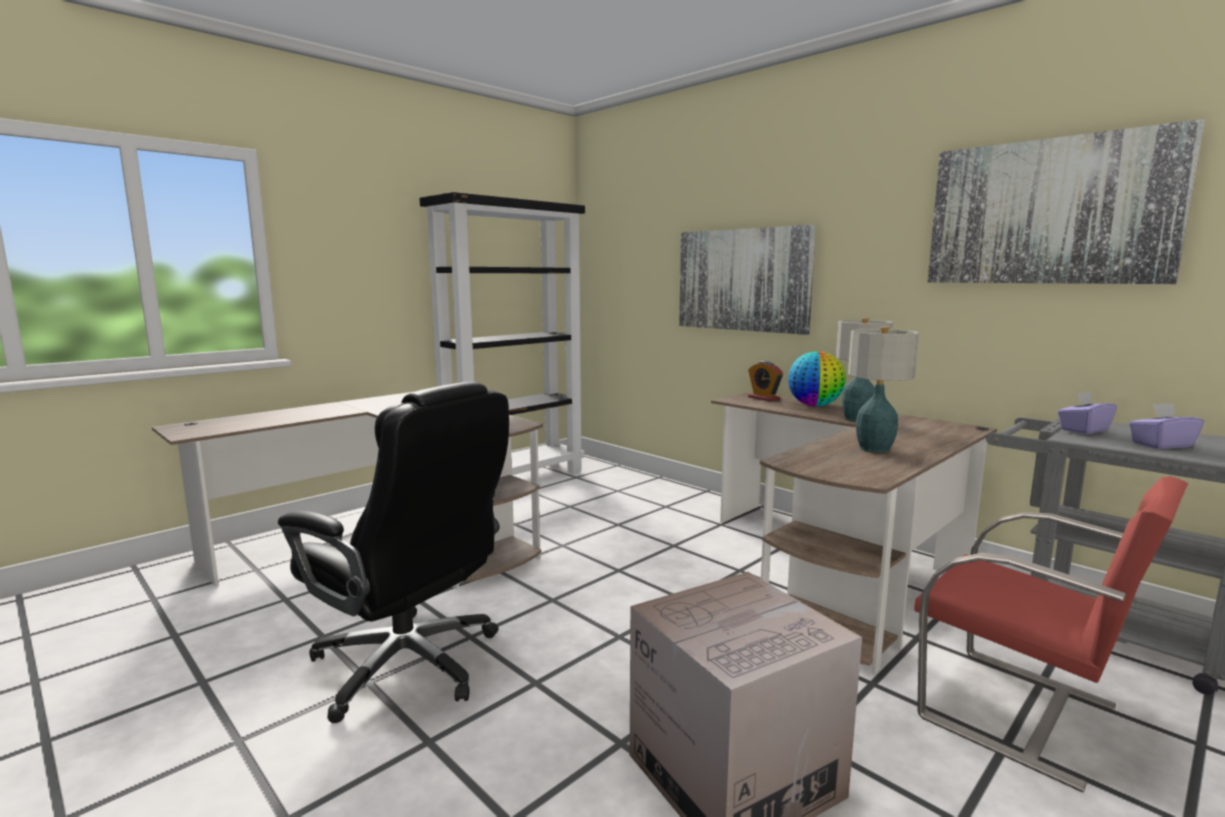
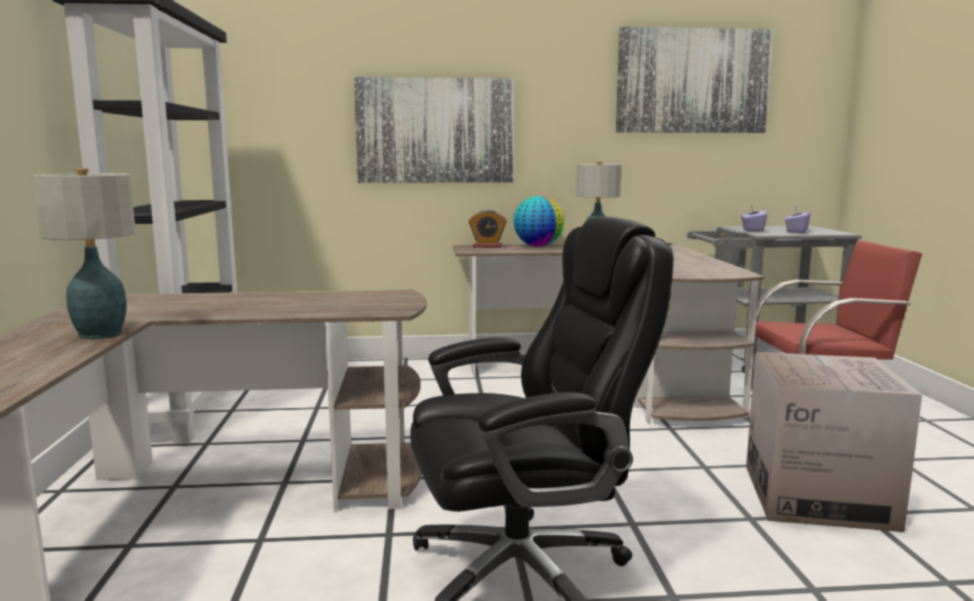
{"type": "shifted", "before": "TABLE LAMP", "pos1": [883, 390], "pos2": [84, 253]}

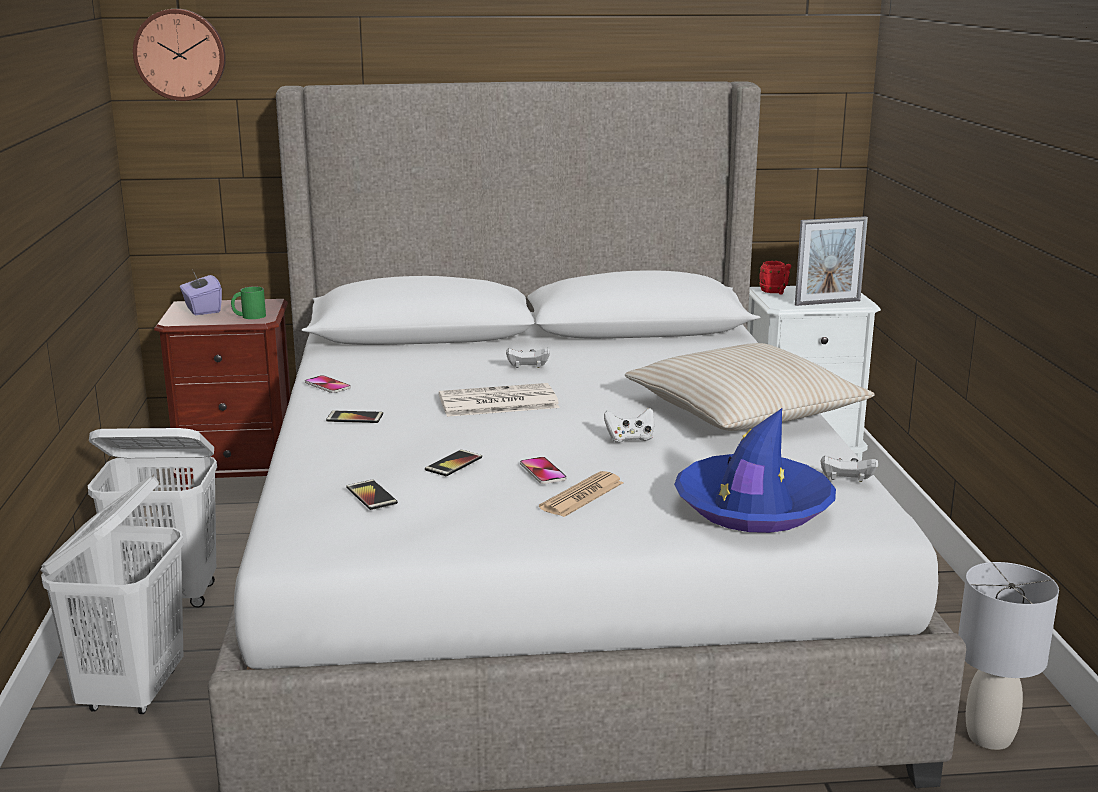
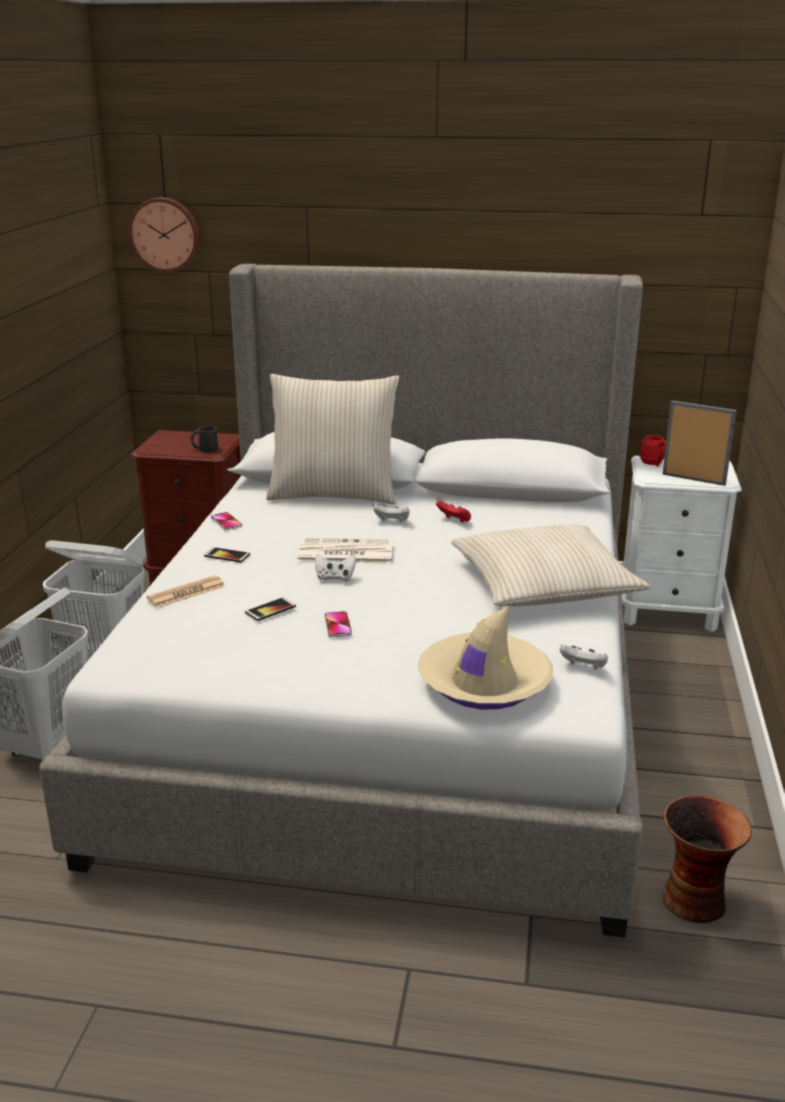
{"type": "rotated", "before": "PICTURE FRAME", "pos1": [831, 261], "pos2": [699, 443], "turn": -150}
{"type": "gone", "before": "PURPLE TISSUE BOX", "pos1": [201, 294]}
{"type": "repainted", "before": "GREEN MUG", "after": "BLACK MUG", "pos1": [248, 302], "pos2": [204, 439]}
{"type": "shifted", "before": "WHITE GAME CONTROLLER", "pos1": [629, 425], "pos2": [335, 567]}
{"type": "repainted", "before": "BLUE HAT", "after": "BEIGE HAT", "pos1": [755, 470], "pos2": [485, 657]}
{"type": "shifted", "before": "NEWSPAPER", "pos1": [581, 494], "pos2": [186, 592]}
{"type": "gone", "before": "PHONE", "pos1": [372, 494]}
{"type": "swapped", "before": "GREY TABLE LAMP", "after": "VASE", "pos1": [1008, 656], "pos2": [707, 859]}
{"type": "new", "after": "BEIGE PILLOW", "pos2": [332, 439]}
{"type": "new", "after": "RED GAME CONTROLLER", "pos2": [453, 511]}

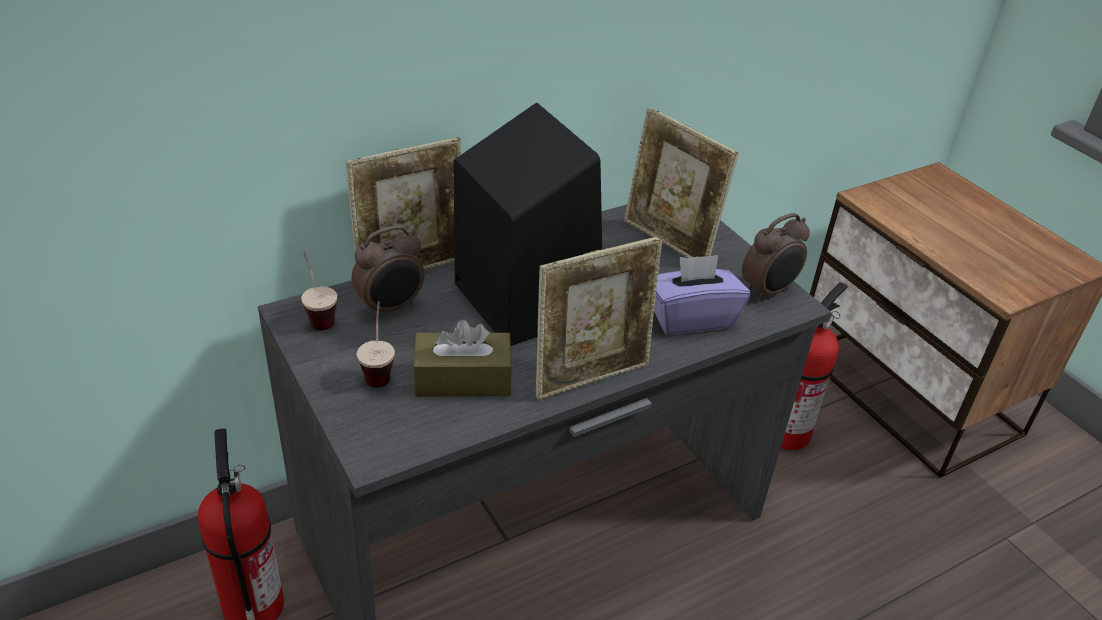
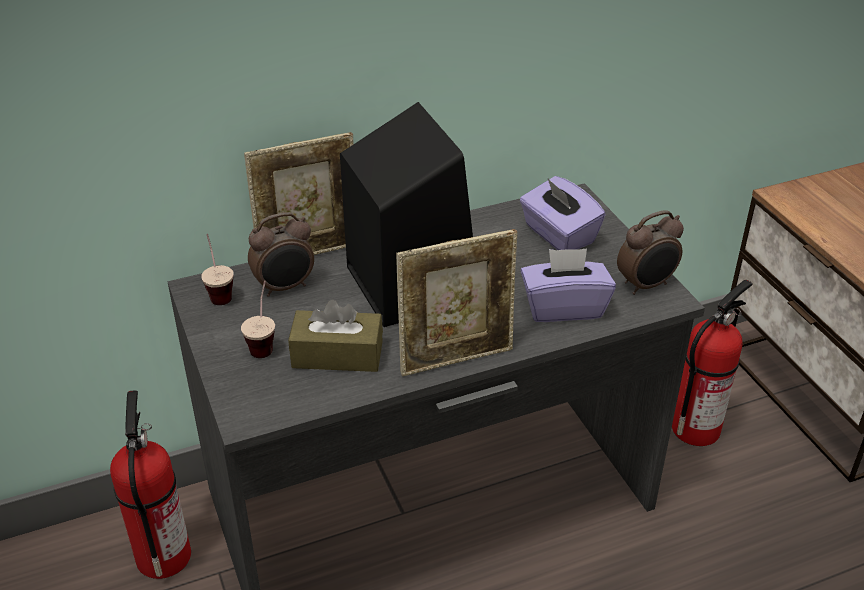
{"type": "swapped", "before": "PICTURE FRAME", "after": "PURPLE TISSUE BOX", "pos1": [681, 182], "pos2": [563, 213]}

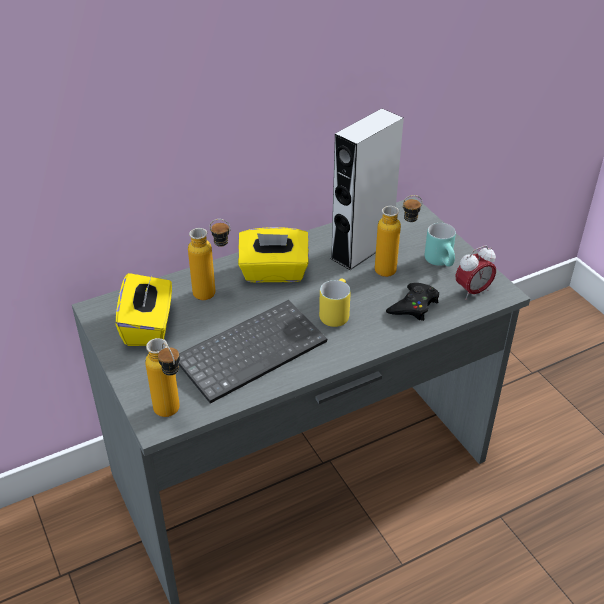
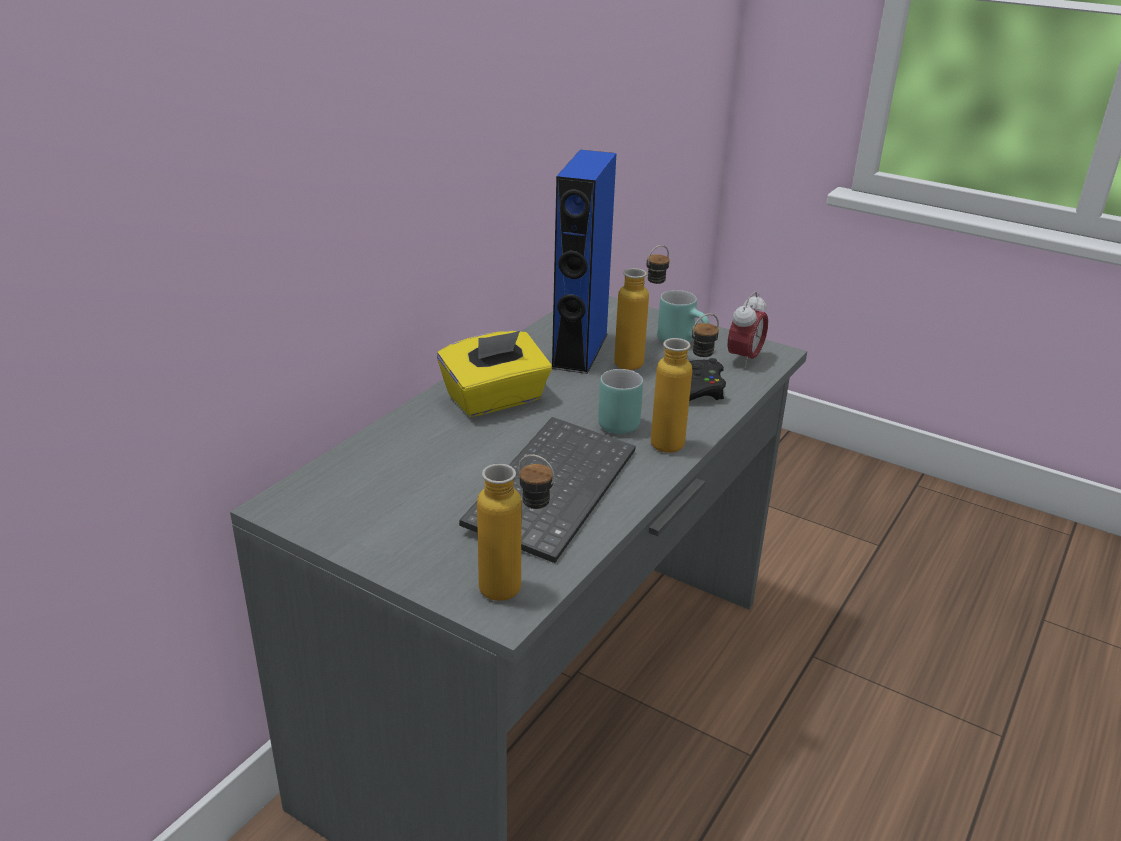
{"type": "repainted", "before": "GREY SPEAKER", "after": "BLUE SPEAKER", "pos1": [367, 189], "pos2": [584, 262]}
{"type": "shifted", "before": "BOTTLE", "pos1": [209, 259], "pos2": [685, 383]}
{"type": "gone", "before": "YELLOW TISSUE BOX", "pos1": [144, 309]}
{"type": "repainted", "before": "YELLOW MUG", "after": "TURQUOISE MUG", "pos1": [335, 302], "pos2": [620, 401]}

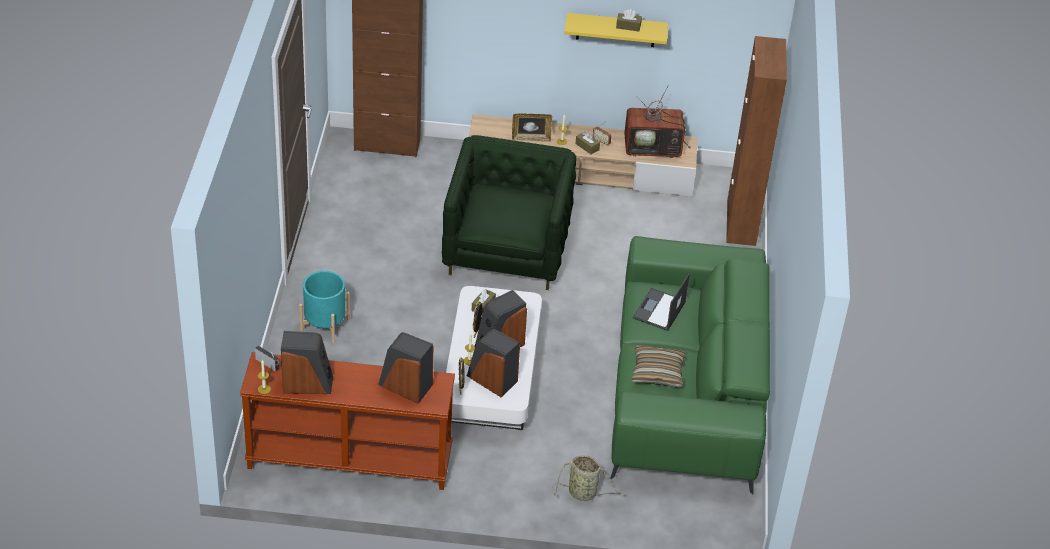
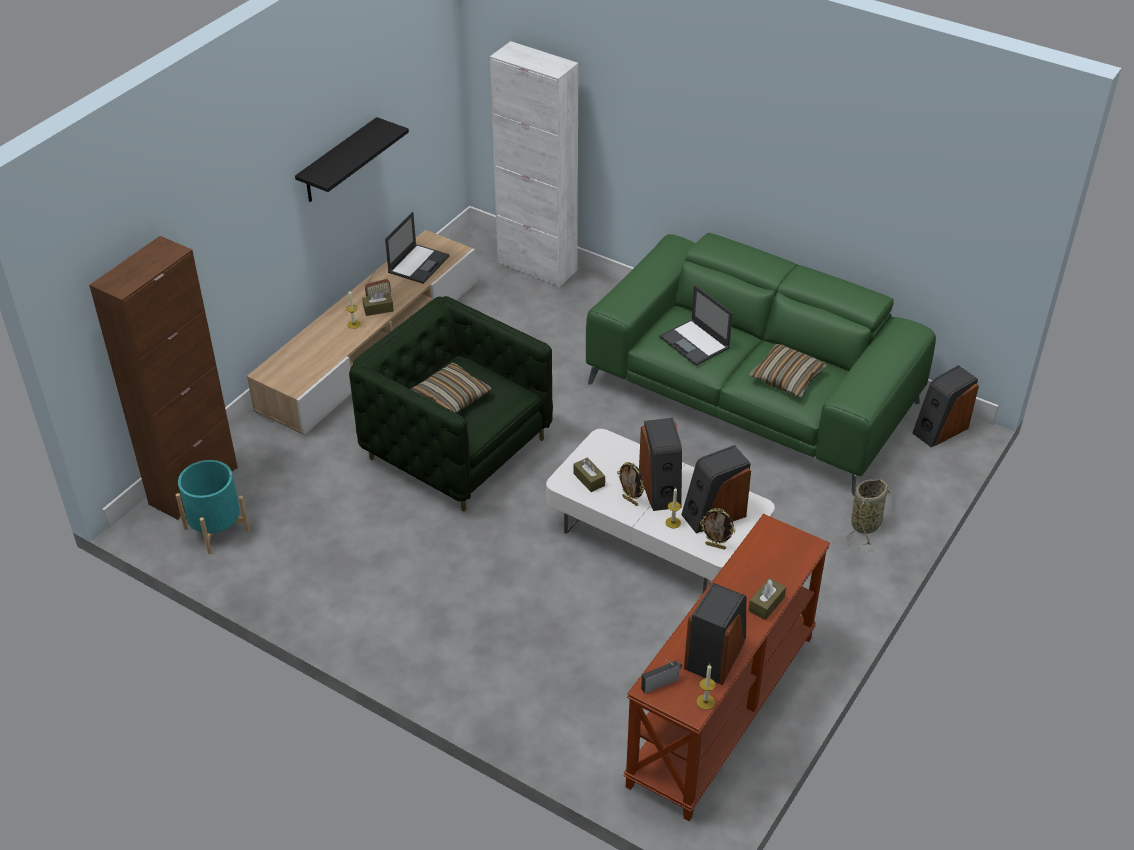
{"type": "shifted", "before": "BROWN TISSUE BOX", "pos1": [629, 20], "pos2": [767, 599]}
{"type": "repainted", "before": "YELLOW SHELF", "after": "BLACK SHELF", "pos1": [616, 30], "pos2": [352, 159]}
{"type": "repainted", "before": "BROWN CABINET", "after": "WHITE CABINET", "pos1": [756, 141], "pos2": [534, 164]}
{"type": "swapped", "before": "TELEVISION", "after": "LAPTOP", "pos1": [657, 121], "pos2": [417, 248]}
{"type": "gone", "before": "PICTURE FRAME", "pos1": [532, 128]}
{"type": "shifted", "before": "TURQUOISE PLANTER", "pos1": [324, 307], "pos2": [213, 507]}
{"type": "shifted", "before": "SPEAKER", "pos1": [406, 368], "pos2": [945, 406]}
{"type": "new", "after": "PILLOW", "pos2": [450, 387]}

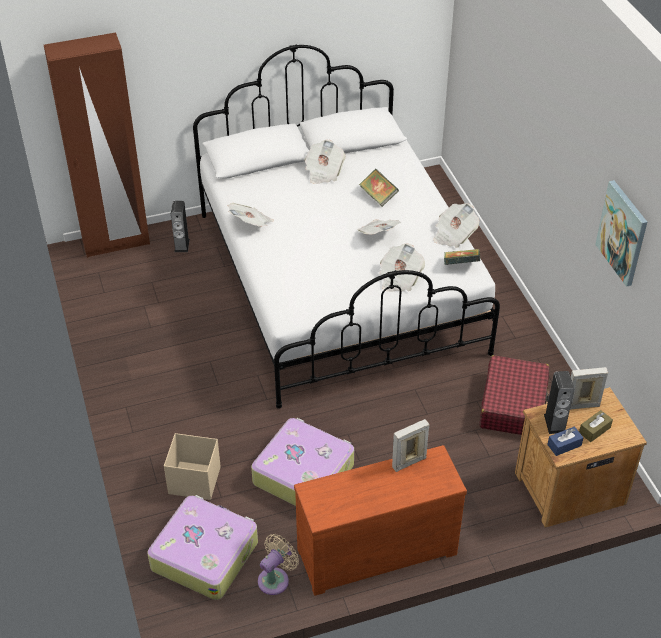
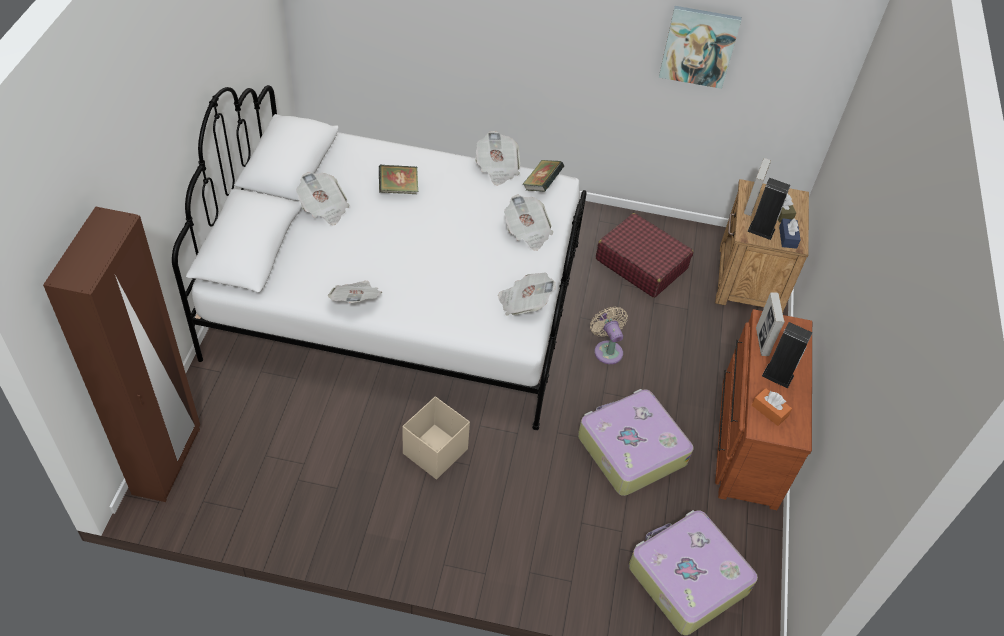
{"type": "shifted", "before": "SPEAKER", "pos1": [180, 226], "pos2": [787, 355]}
{"type": "shifted", "before": "NEWSPAPER", "pos1": [379, 226], "pos2": [527, 294]}
{"type": "shifted", "before": "BEIGE STORAGE BOX", "pos1": [192, 466], "pos2": [436, 438]}
{"type": "shifted", "before": "BEIGE FAN", "pos1": [278, 564], "pos2": [609, 335]}
{"type": "new", "after": "ORANGE TISSUE BOX", "pos2": [772, 407]}

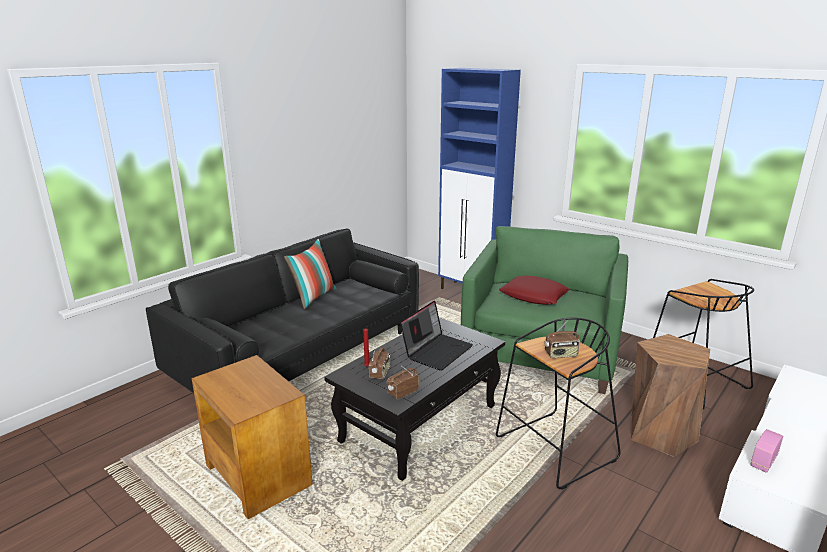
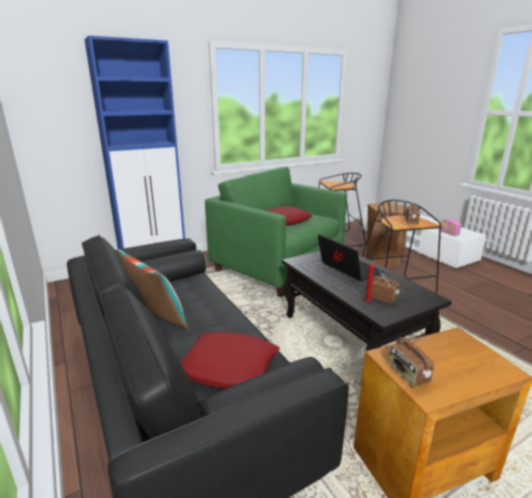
{"type": "shifted", "before": "RADIO", "pos1": [403, 383], "pos2": [411, 362]}
{"type": "new", "after": "RED PILLOW", "pos2": [230, 360]}

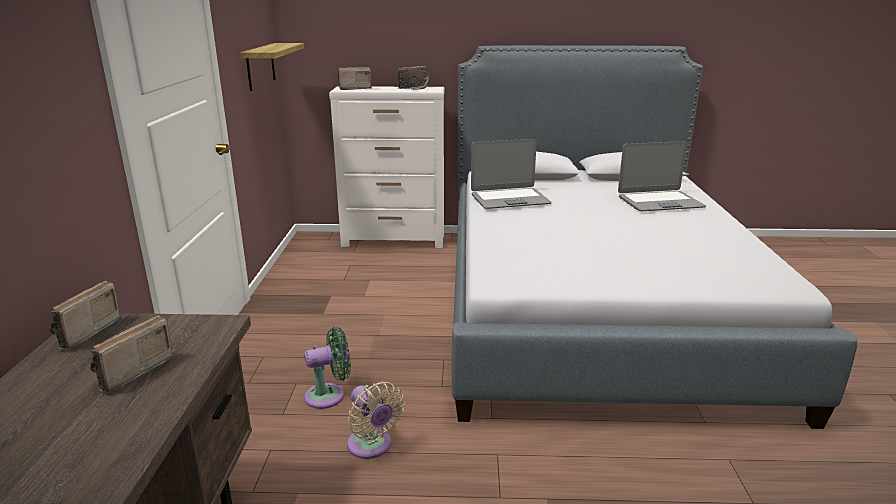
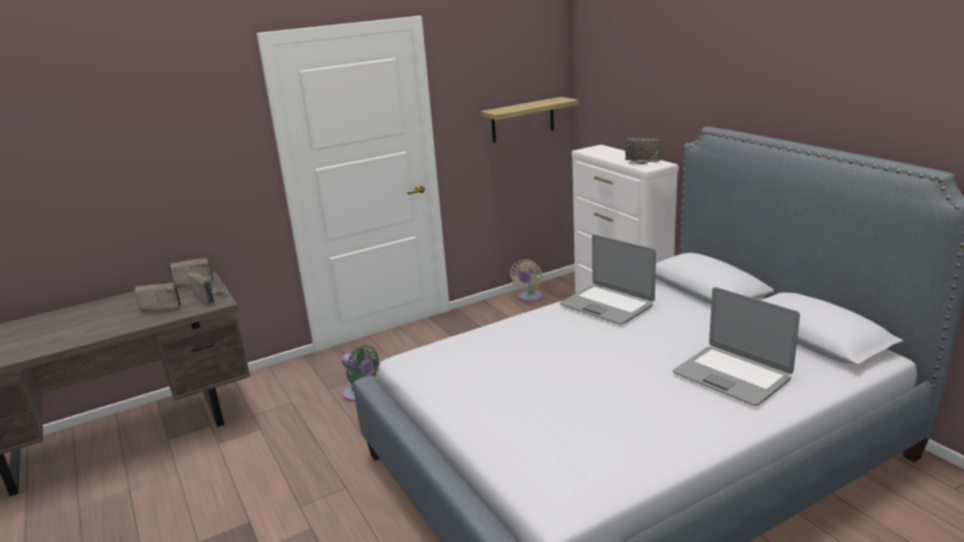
{"type": "shifted", "before": "RADIO", "pos1": [355, 78], "pos2": [208, 287]}
{"type": "shifted", "before": "BEIGE FAN", "pos1": [376, 420], "pos2": [526, 280]}

